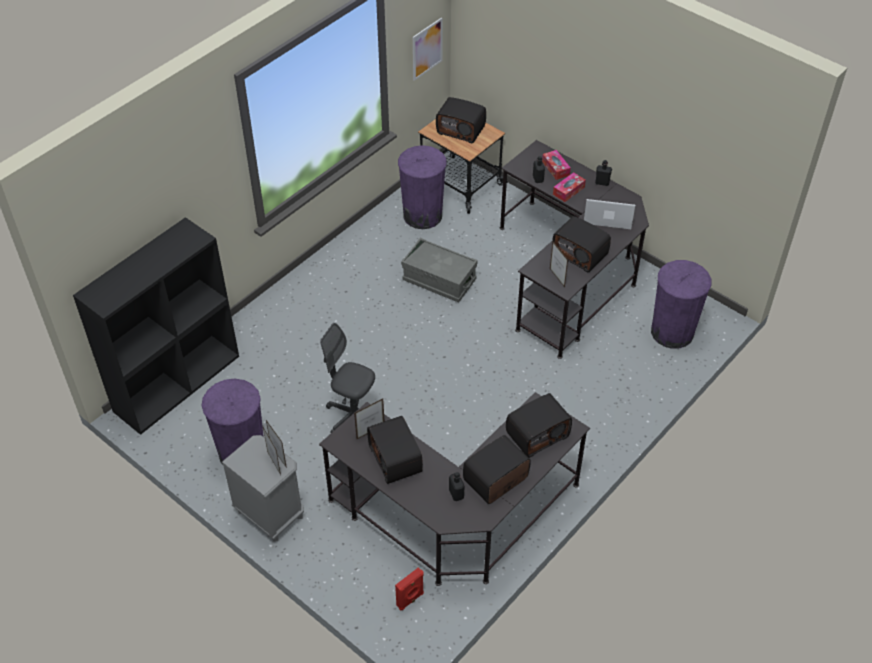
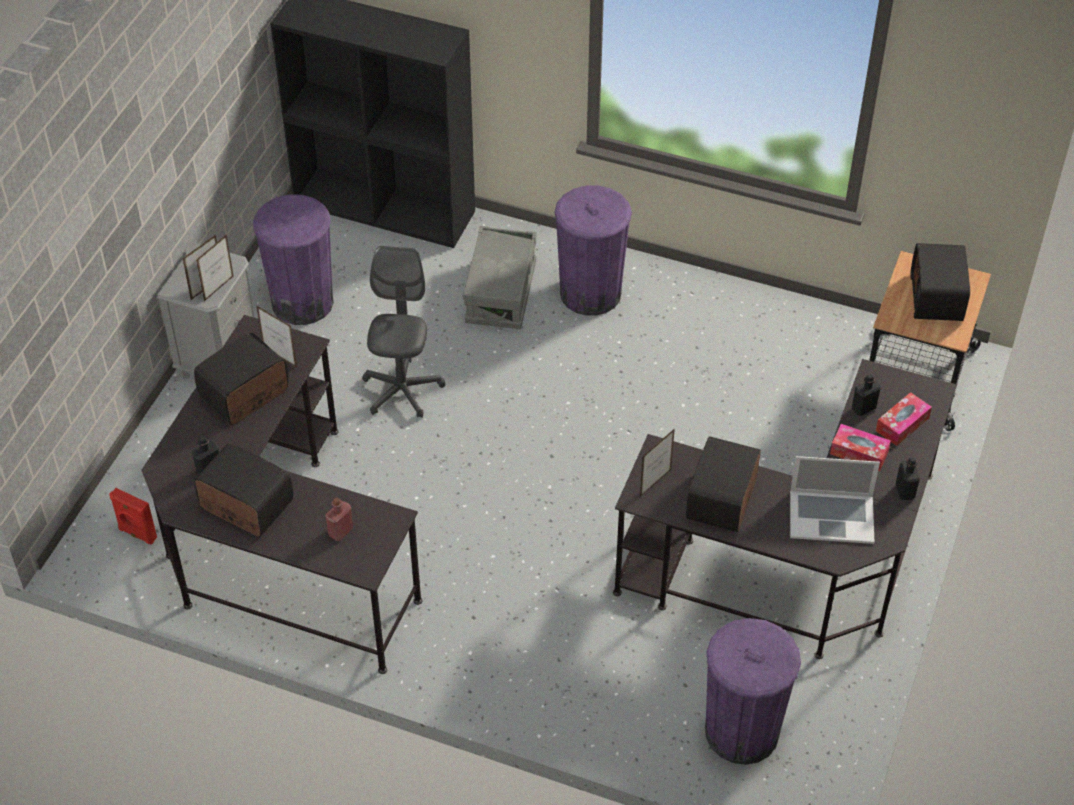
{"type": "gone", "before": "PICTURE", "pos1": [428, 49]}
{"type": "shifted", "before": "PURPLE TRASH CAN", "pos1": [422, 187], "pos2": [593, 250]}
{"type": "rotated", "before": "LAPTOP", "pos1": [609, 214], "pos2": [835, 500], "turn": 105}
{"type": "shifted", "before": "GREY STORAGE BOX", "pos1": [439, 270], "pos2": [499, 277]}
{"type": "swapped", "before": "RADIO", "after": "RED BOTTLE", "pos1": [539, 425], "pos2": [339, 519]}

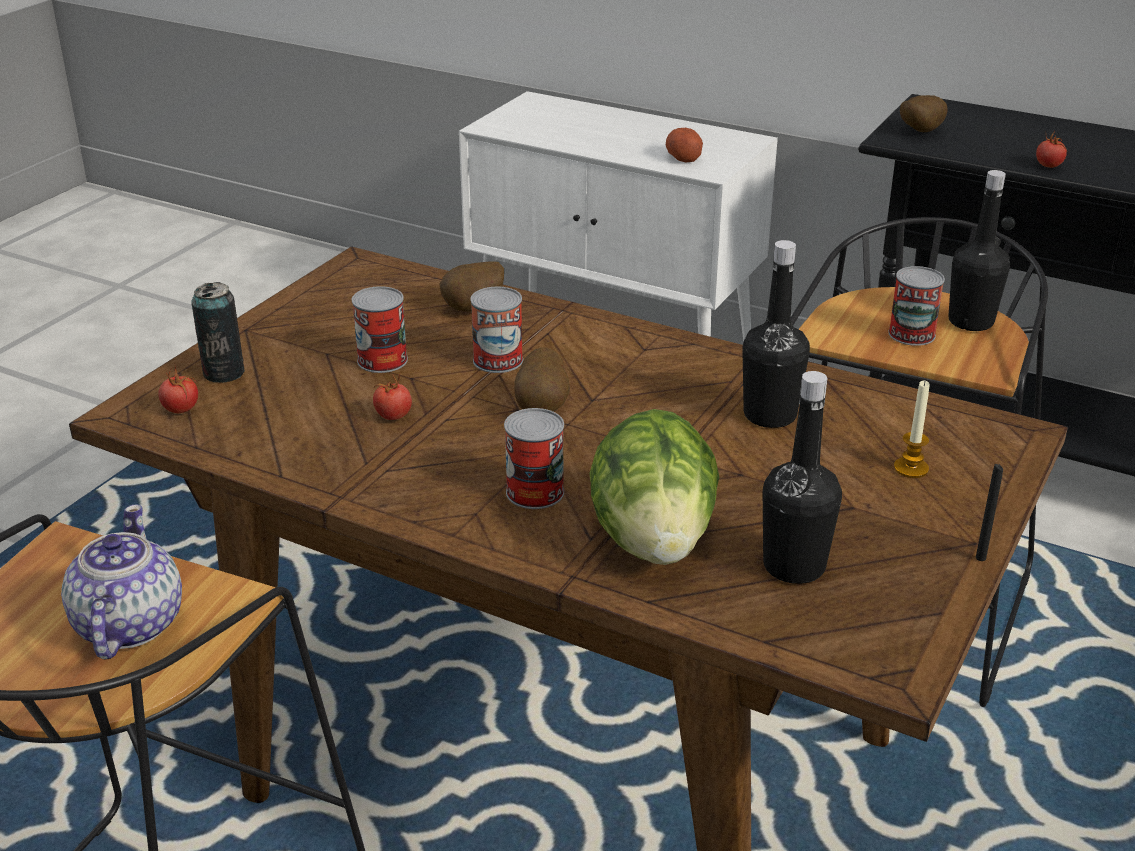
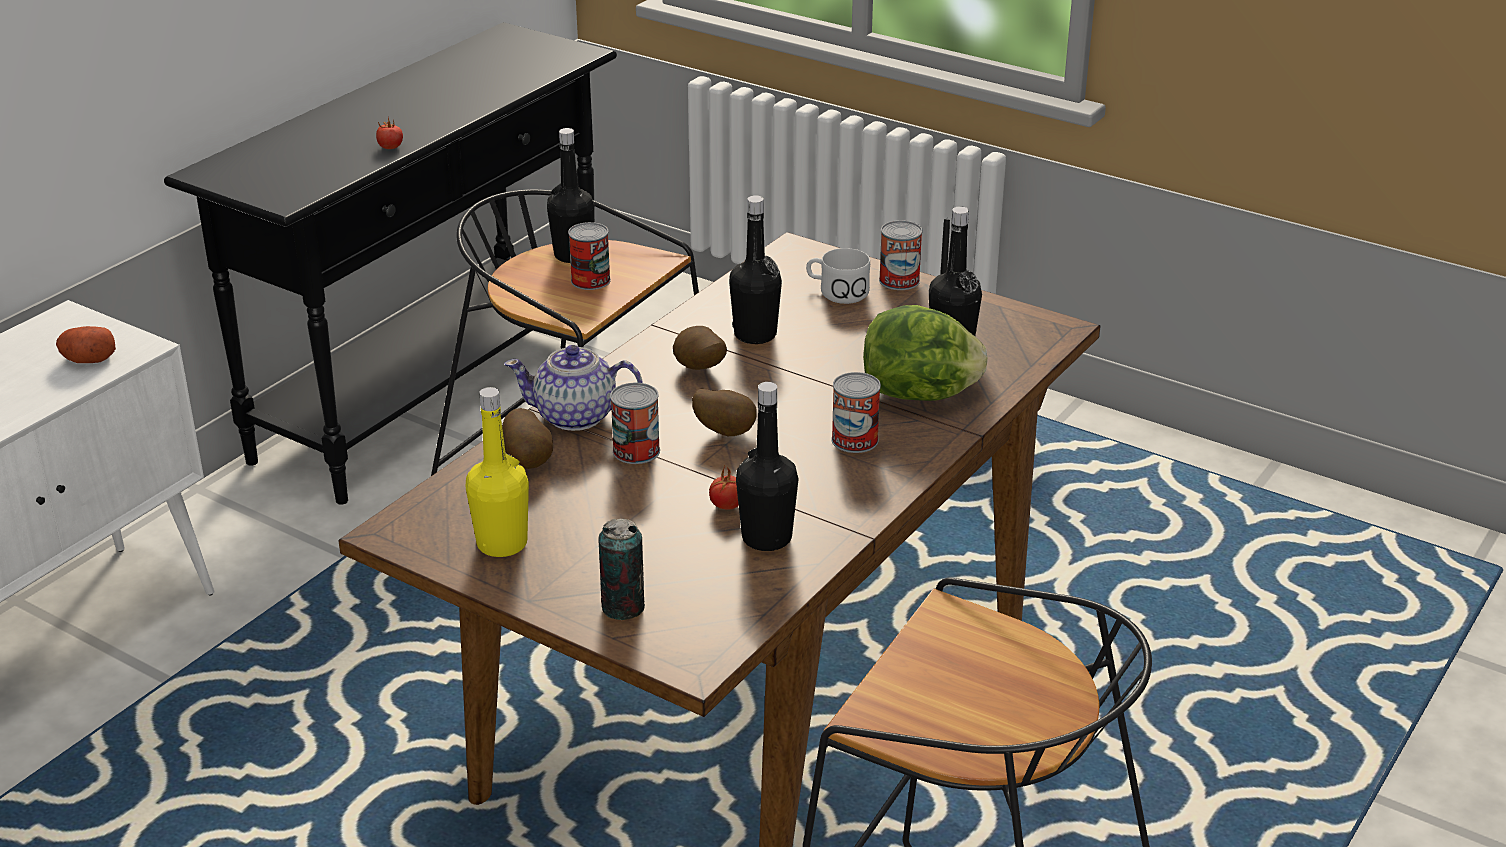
{"type": "shifted", "before": "POTATO", "pos1": [924, 113], "pos2": [700, 348]}
{"type": "shifted", "before": "CAN", "pos1": [380, 329], "pos2": [901, 255]}
{"type": "gone", "before": "TOMATO", "pos1": [178, 389]}
{"type": "swapped", "before": "CANDLE", "after": "WHITE MUG", "pos1": [912, 429], "pos2": [838, 276]}
{"type": "shifted", "before": "TEAPOT", "pos1": [121, 582], "pos2": [573, 388]}
{"type": "new", "after": "BLACK BOTTLE", "pos2": [767, 466]}
{"type": "new", "after": "YELLOW BOTTLE", "pos2": [497, 472]}

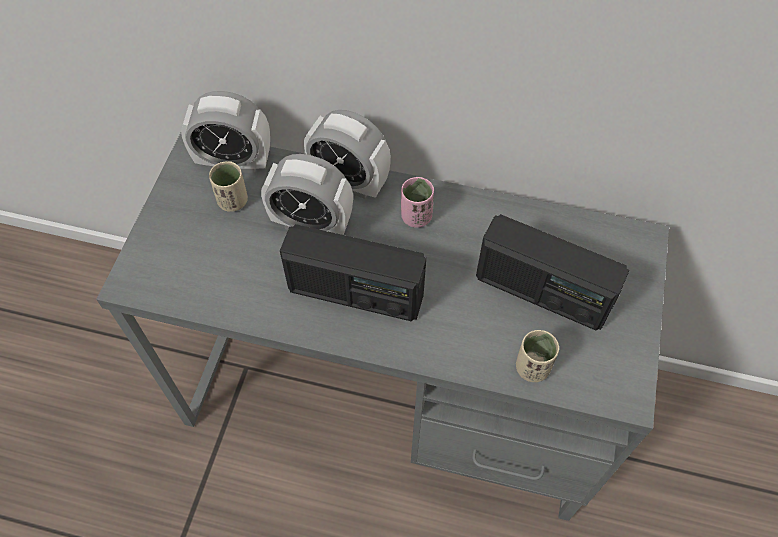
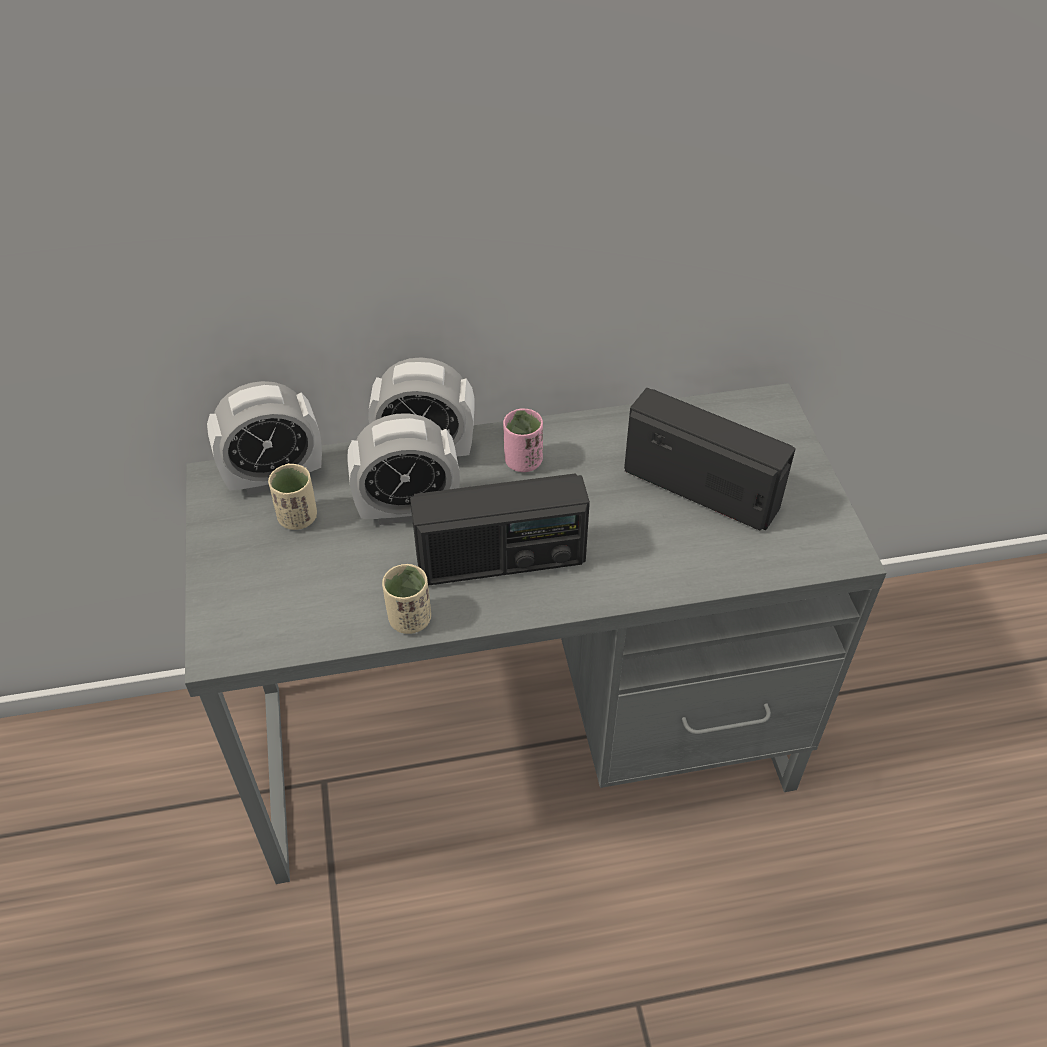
{"type": "rotated", "before": "RADIO", "pos1": [552, 272], "pos2": [710, 459], "turn": -150}
{"type": "shifted", "before": "BEIGE CUP", "pos1": [537, 356], "pos2": [406, 599]}

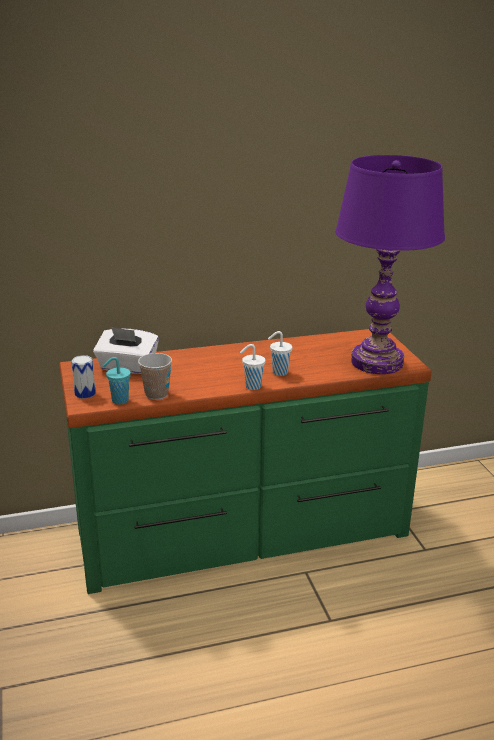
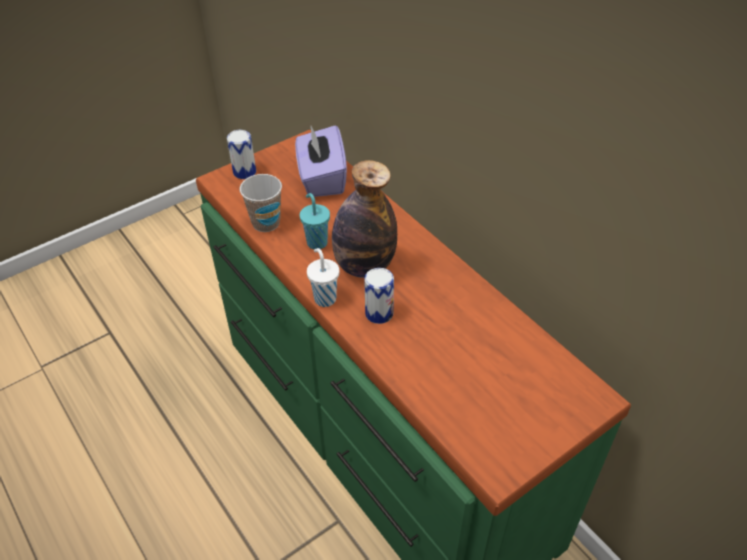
{"type": "gone", "before": "PURPLE TABLE LAMP", "pos1": [390, 264]}
{"type": "repainted", "before": "WHITE TISSUE BOX", "after": "PURPLE TISSUE BOX", "pos1": [126, 350], "pos2": [321, 161]}
{"type": "swapped", "before": "WHITE CUP", "after": "CAN", "pos1": [280, 353], "pos2": [379, 296]}
{"type": "shifted", "before": "TURQUOISE CUP", "pos1": [117, 380], "pos2": [315, 221]}
{"type": "new", "after": "BOTTLE", "pos2": [364, 219]}

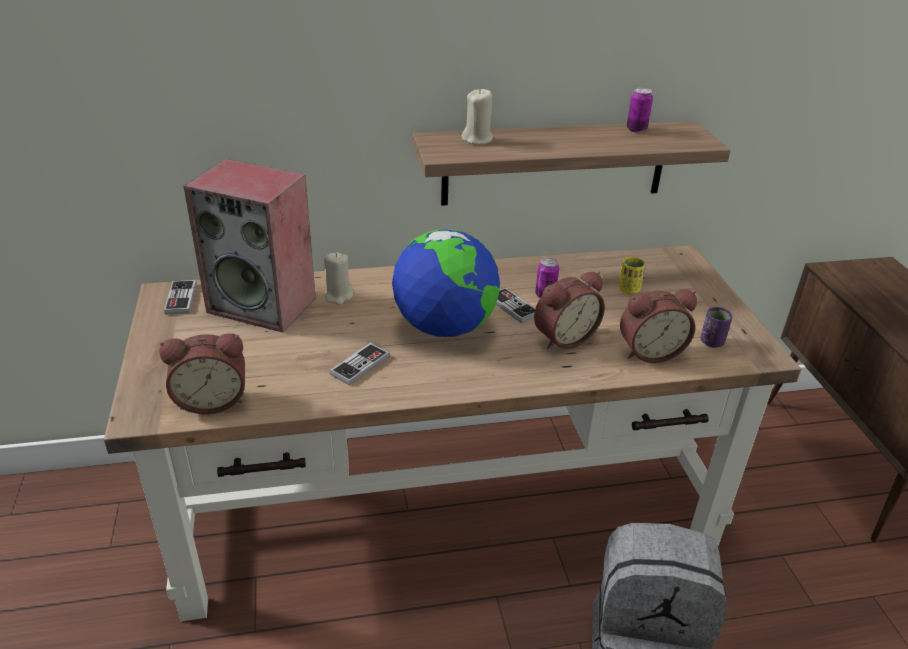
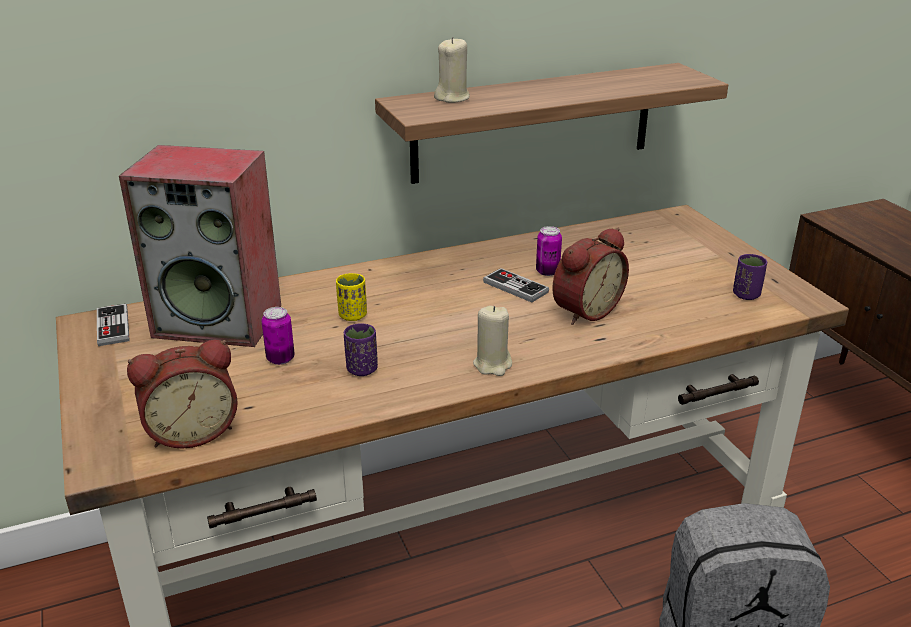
{"type": "shifted", "before": "CAN", "pos1": [640, 110], "pos2": [278, 336]}
{"type": "gone", "before": "GLOBE", "pos1": [446, 283]}
{"type": "shifted", "before": "BEIGE CANDLE", "pos1": [339, 278], "pos2": [492, 341]}
{"type": "shifted", "before": "YELLOW CUP", "pos1": [632, 275], "pos2": [351, 297]}
{"type": "gone", "before": "ALARM CLOCK", "pos1": [658, 326]}
{"type": "swapped", "before": "GAME CONTROLLER", "after": "PURPLE CUP", "pos1": [360, 364], "pos2": [361, 349]}

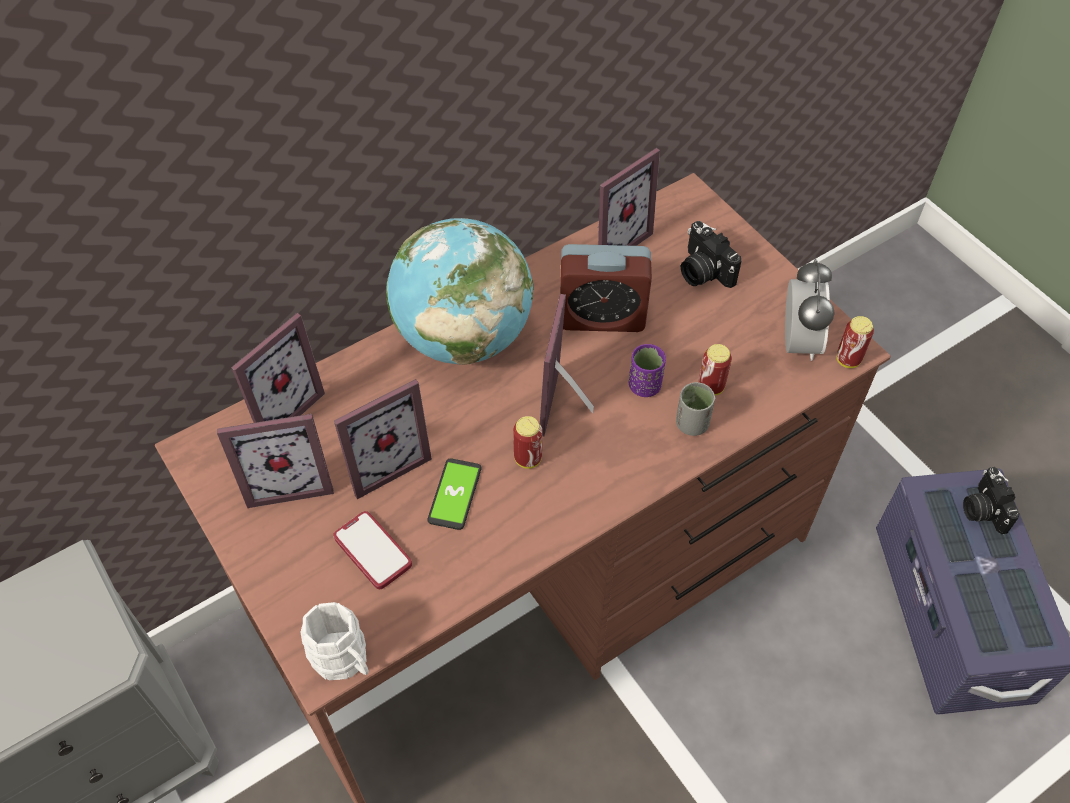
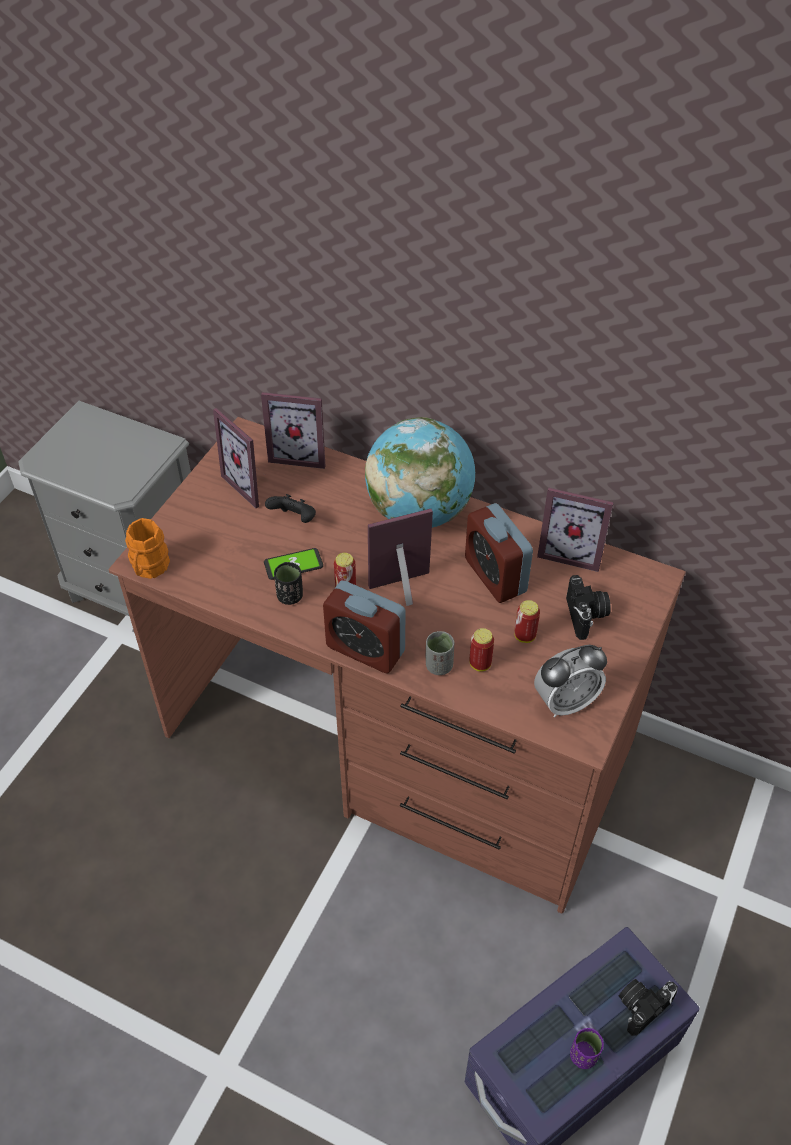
{"type": "rotated", "before": "PHOTO CAMERA", "pos1": [711, 254], "pos2": [588, 607], "turn": 150}
{"type": "shifted", "before": "CAN", "pos1": [855, 342], "pos2": [527, 621]}
{"type": "shifted", "before": "PURPLE CUP", "pos1": [647, 370], "pos2": [587, 1048]}
{"type": "swapped", "before": "PICTURE FRAME", "after": "BLACK GAME CONTROLLER", "pos1": [383, 439], "pos2": [290, 508]}
{"type": "gone", "before": "PHONE", "pos1": [372, 550]}
{"type": "repainted", "before": "WHITE MUG", "after": "ORANGE MUG", "pos1": [335, 641], "pos2": [147, 548]}
{"type": "new", "after": "BLACK CUP", "pos2": [288, 583]}
{"type": "new", "after": "ALARM CLOCK", "pos2": [364, 627]}

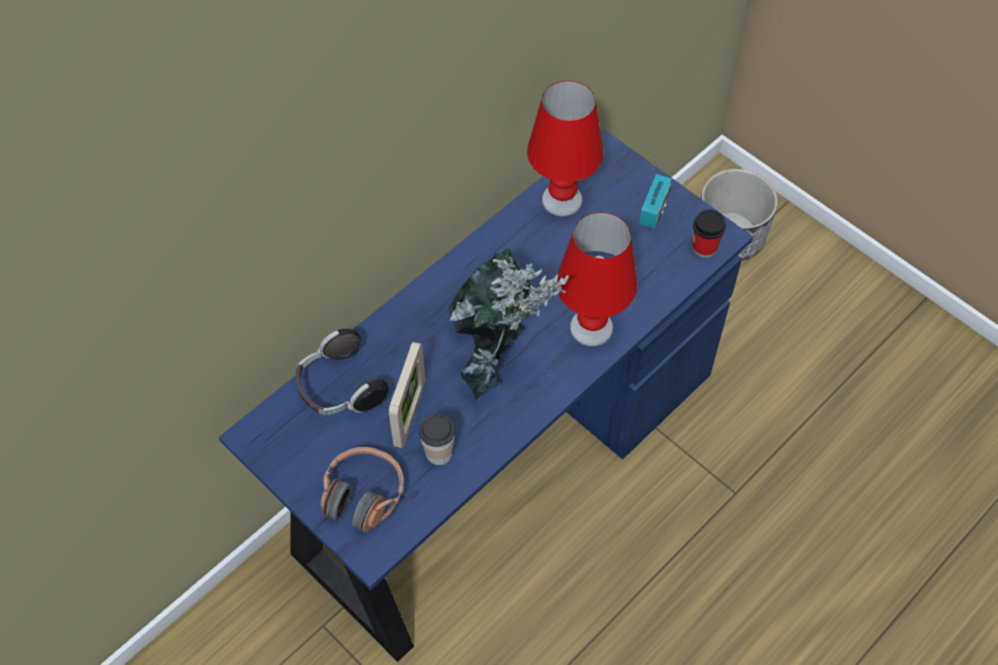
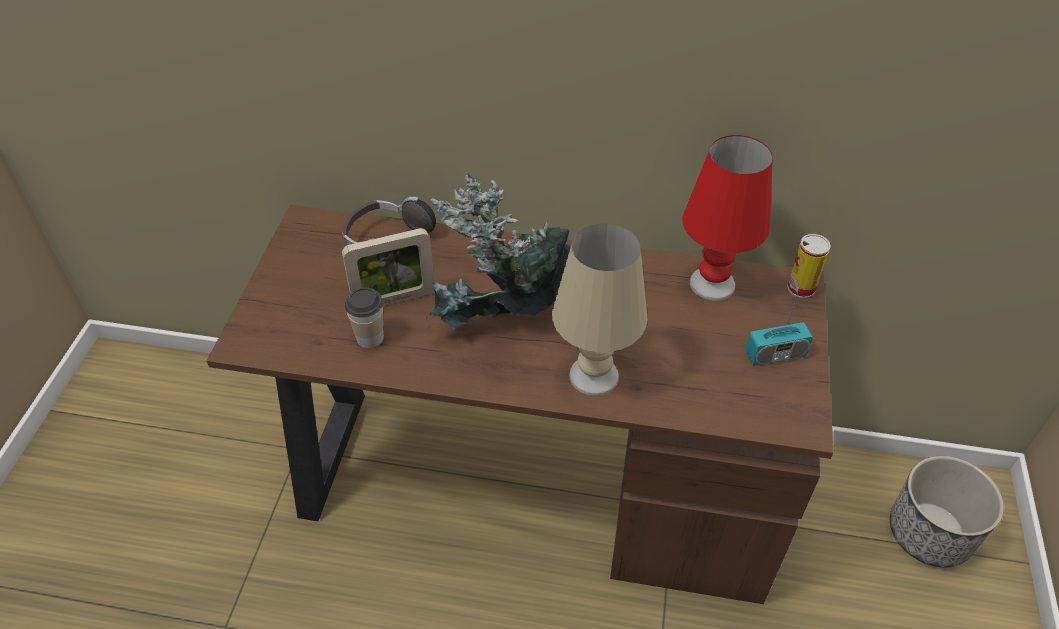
{"type": "repainted", "before": "BLUE DESK", "after": "BROWN DESK", "pos1": [486, 395], "pos2": [520, 404]}
{"type": "gone", "before": "CUP", "pos1": [709, 233]}
{"type": "repainted", "before": "RED TABLE LAMP", "after": "BEIGE TABLE LAMP", "pos1": [597, 279], "pos2": [600, 310]}
{"type": "gone", "before": "HEADPHONES", "pos1": [362, 490]}
{"type": "new", "after": "CAN", "pos2": [809, 266]}

